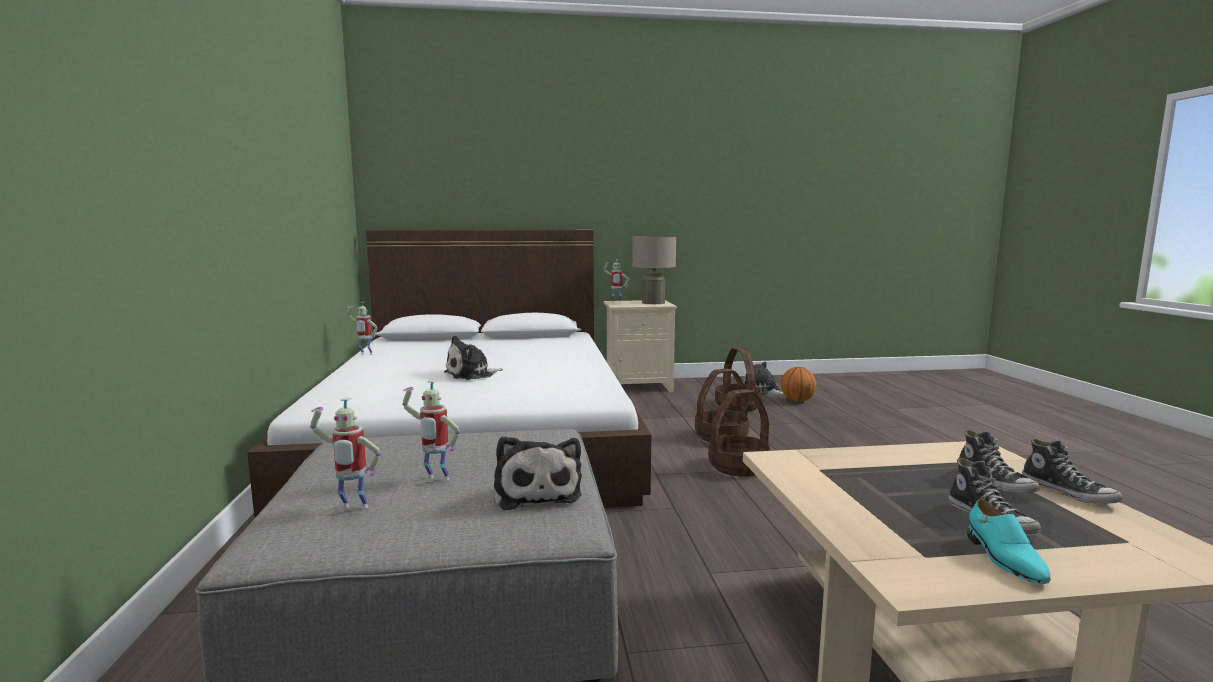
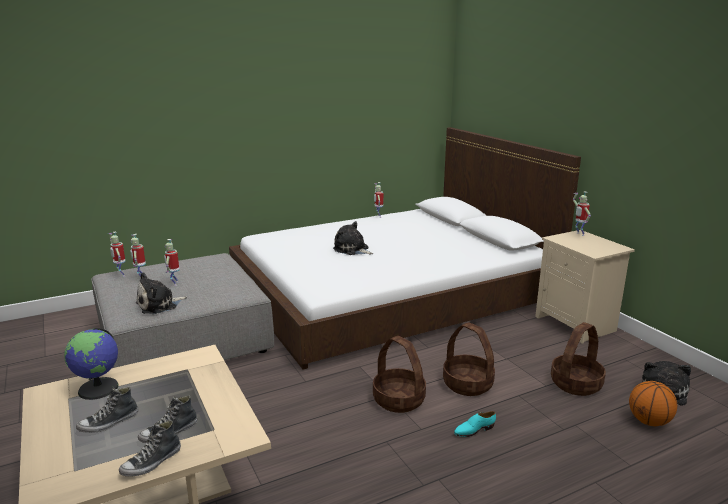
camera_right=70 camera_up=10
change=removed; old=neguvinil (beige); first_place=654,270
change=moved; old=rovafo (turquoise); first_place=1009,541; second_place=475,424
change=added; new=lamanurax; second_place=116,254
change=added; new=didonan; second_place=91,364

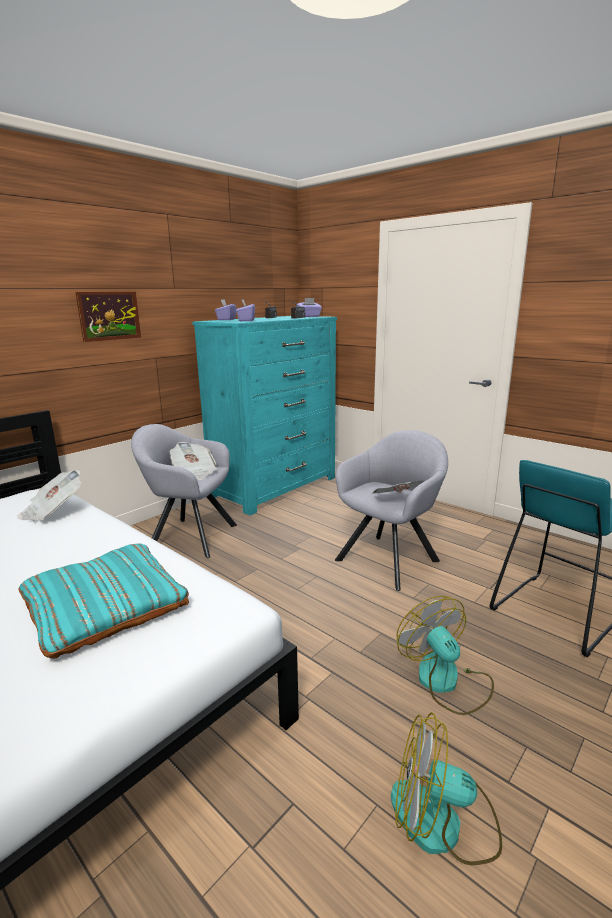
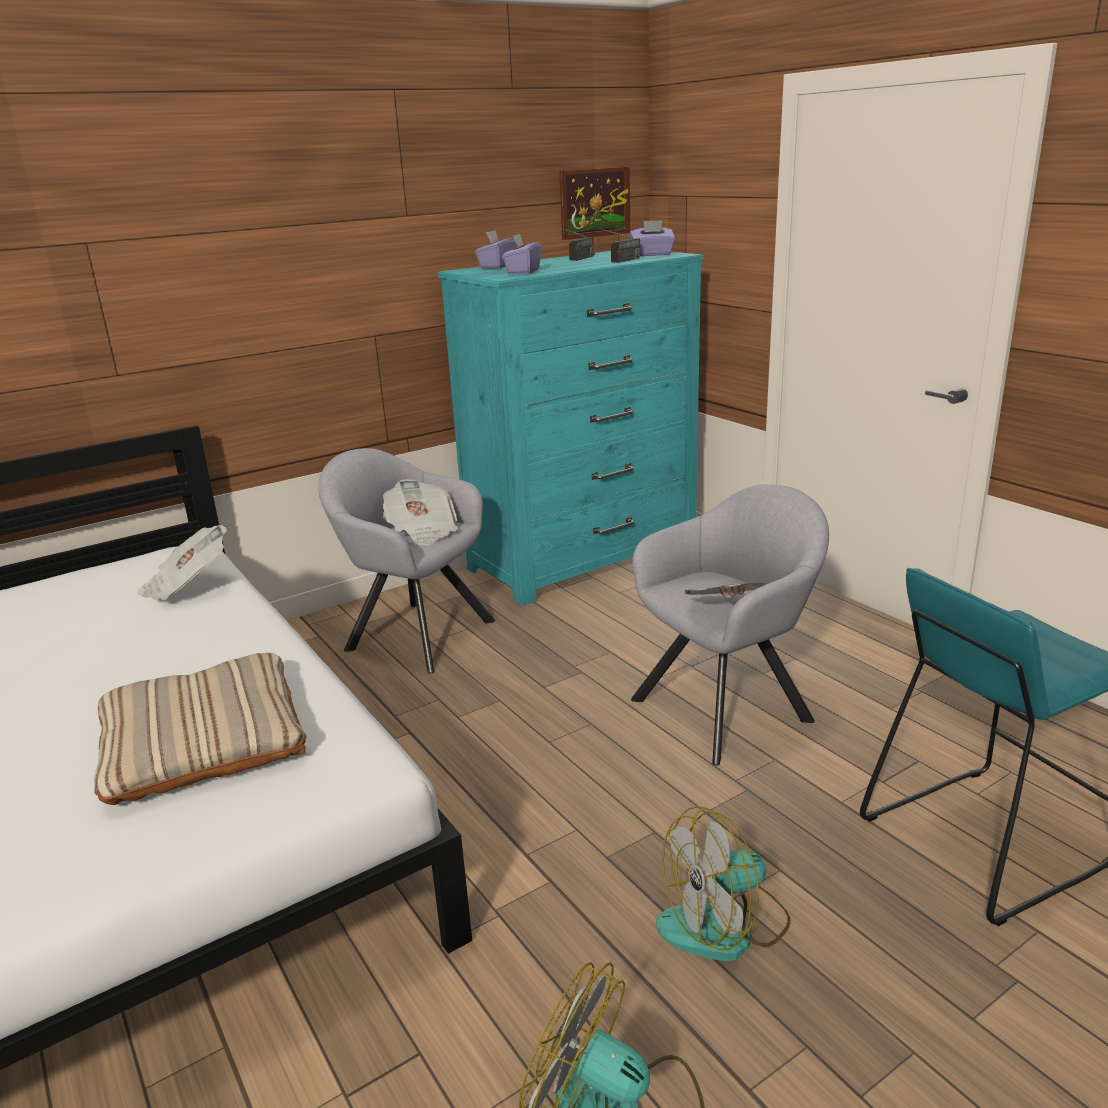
camera_right=15 camera_up=5
change=moved; old=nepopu; first_place=108,317; second_place=594,203
change=recoloured; old=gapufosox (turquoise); new=gapufosox (beige); first_place=104,601; second_place=200,729
change=turned; old=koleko; first_place=445,655; second_place=723,883; degrees=-105

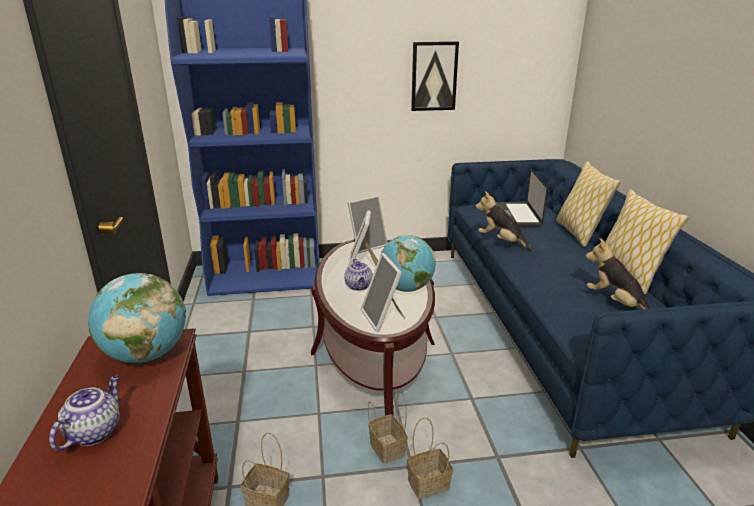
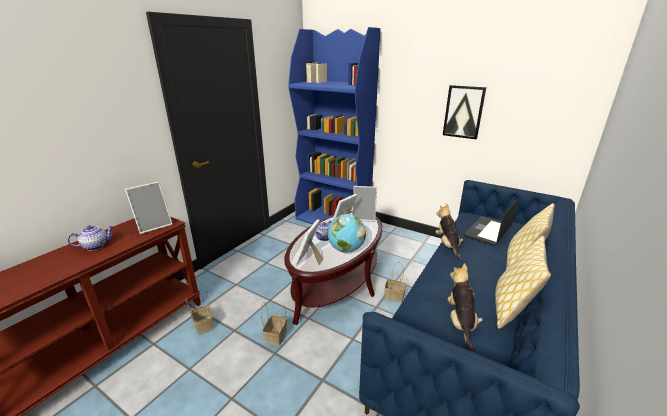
camera_right=40 camera_up=0
change=replaced; old=didonan; new=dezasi; first_place=137,318; second_place=149,208
change=moved; old=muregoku; first_place=430,458; second_place=395,282

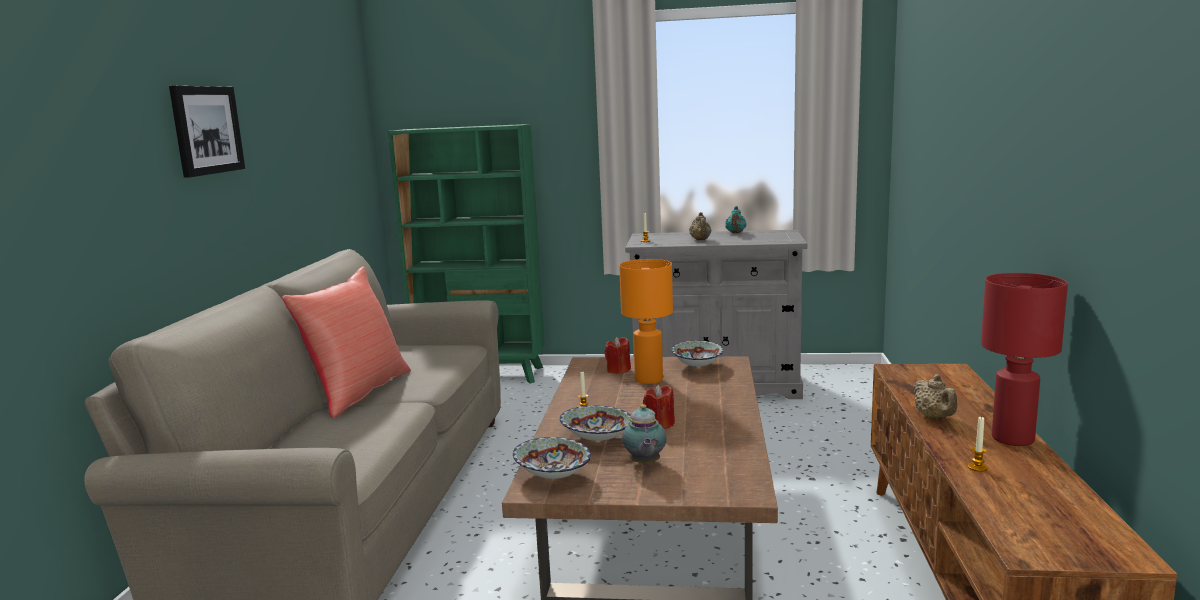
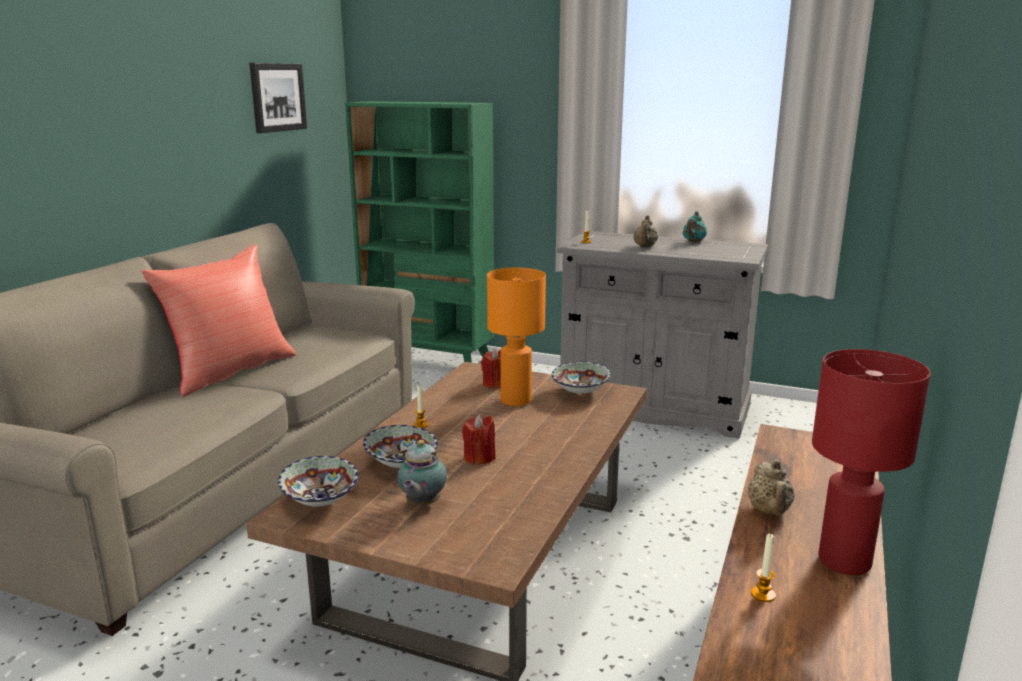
camera_right=15 camera_up=5
change=moved; old=nepopu; first_place=207,132; second_place=278,98

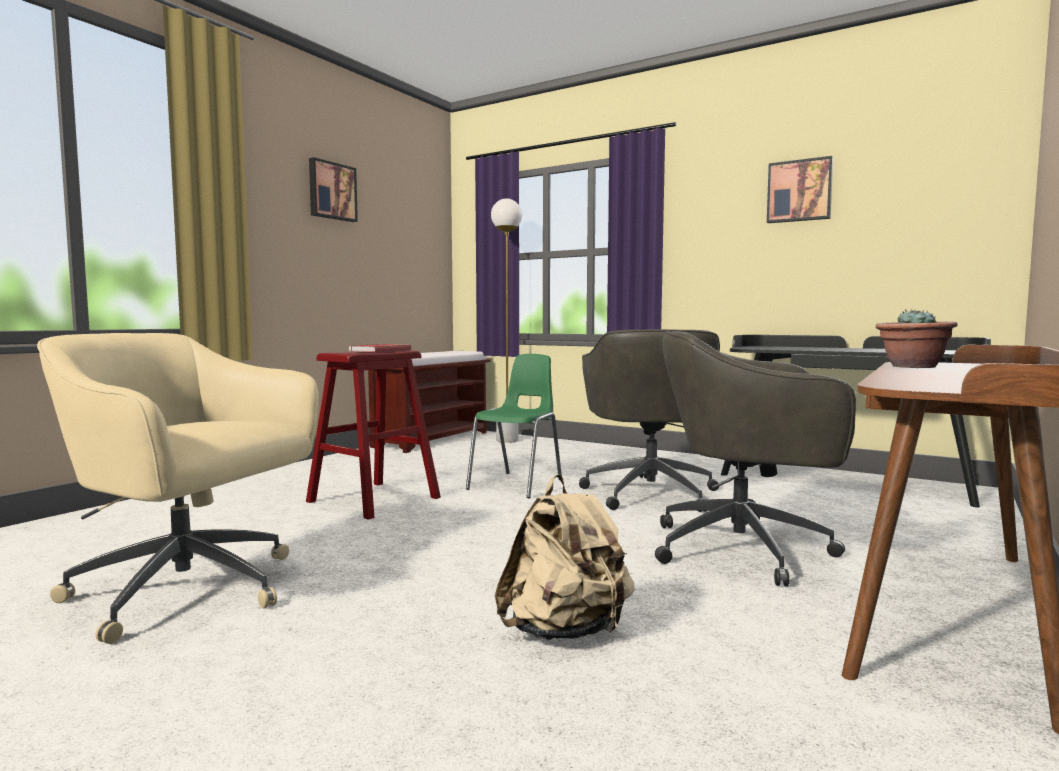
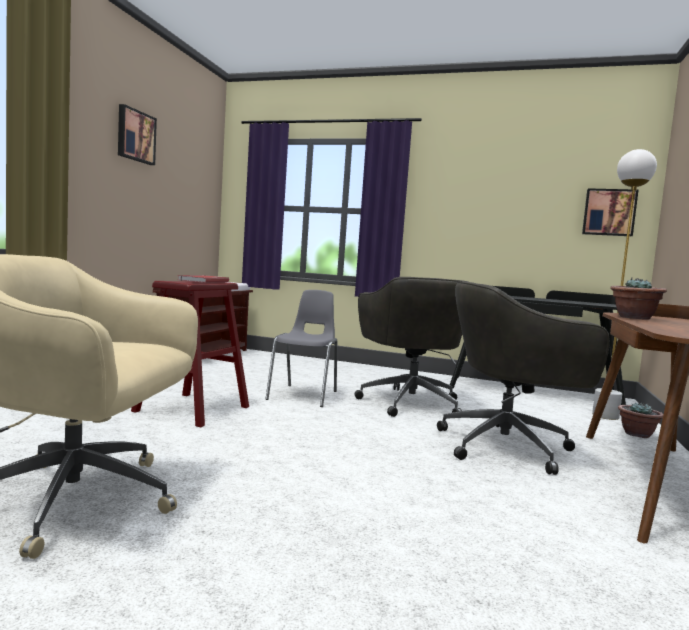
camera_right=-15 camera_up=0
change=moved; old=nepopu; first_place=800,189; second_place=610,212
change=moved; old=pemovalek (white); first_place=506,320; second_place=624,284
change=recoloured; old=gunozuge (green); new=gunozuge (grey); first_place=514,426; second_place=301,348
change=removed; old=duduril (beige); first_place=565,557
change=added; new=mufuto; second_place=640,420

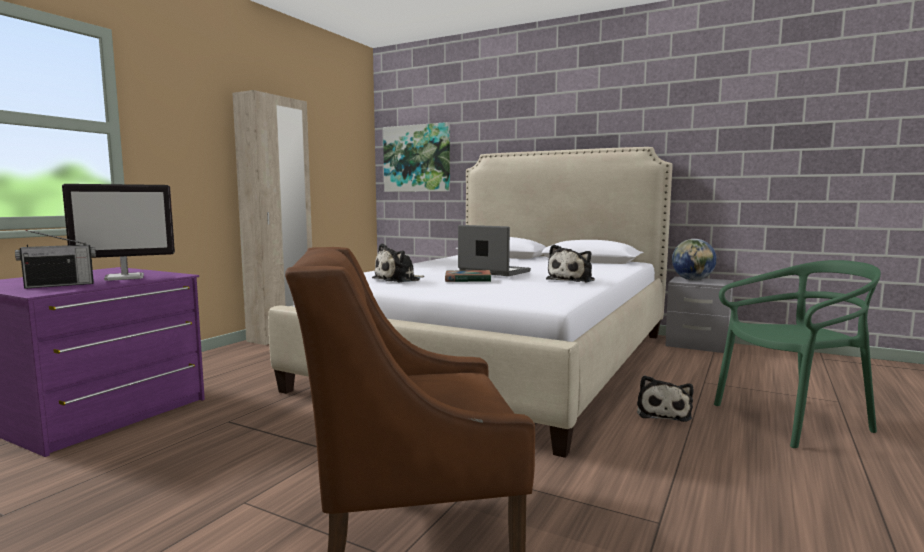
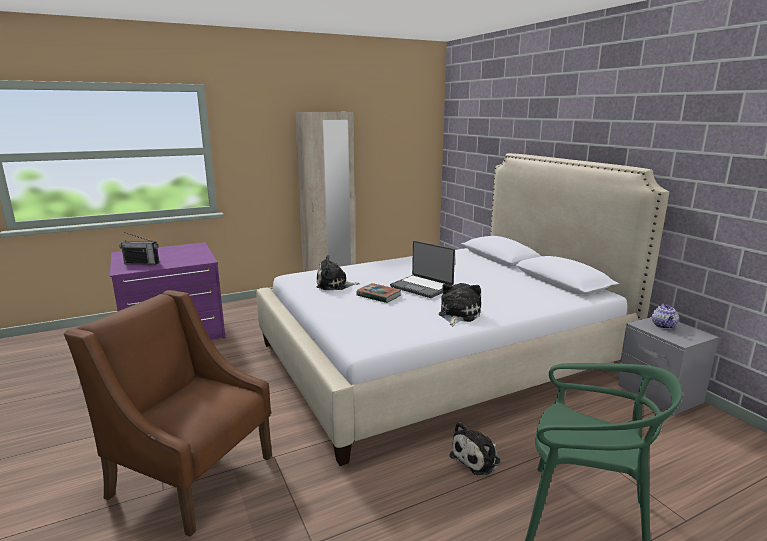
camera_right=35 camera_up=10
change=removed; old=nepopu; first_place=416,157
change=removed; old=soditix; first_place=118,232
change=turned; old=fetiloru; first_place=494,250; second_place=422,269; degrees=150
change=replaced; old=didonan; new=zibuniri; first_place=694,259; second_place=665,316
change=turned; old=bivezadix; first_place=570,263; second_place=460,304; degrees=135

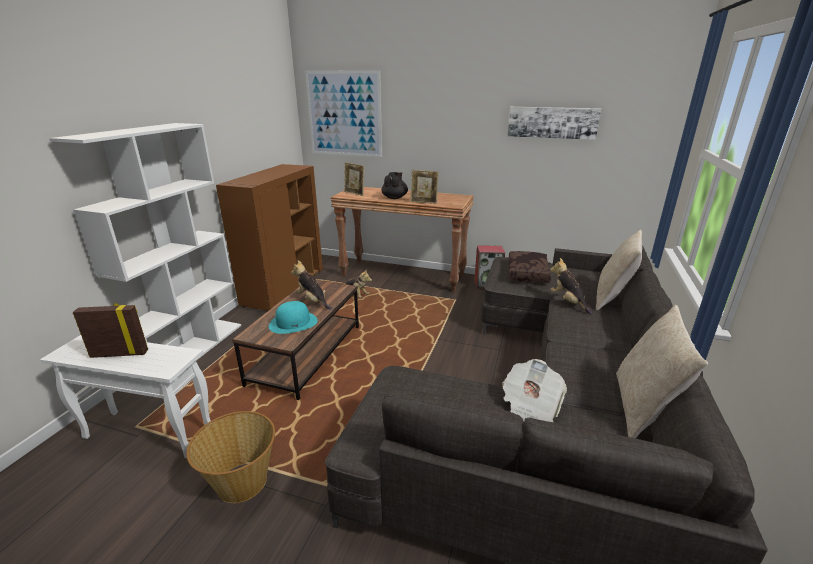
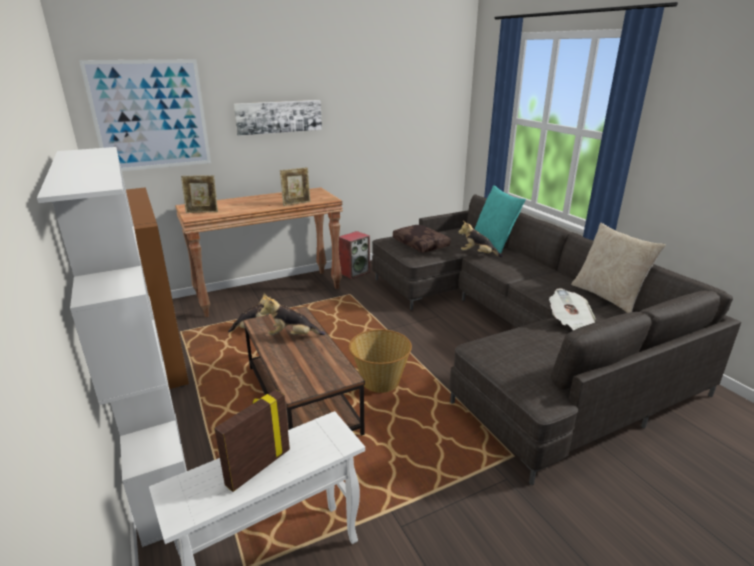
camera_right=-45 camera_up=0
change=moved; old=nepopu; first_place=554,123; second_place=278,118
change=removed; old=zibuniri (black); first_place=395,185
change=recoloured; old=gapufosox (beige); new=gapufosox (turquoise); first_place=619,270; second_place=500,219
change=removed; old=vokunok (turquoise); first_place=293,317
change=moved; old=muregoku; first_place=230,457; second_place=380,361

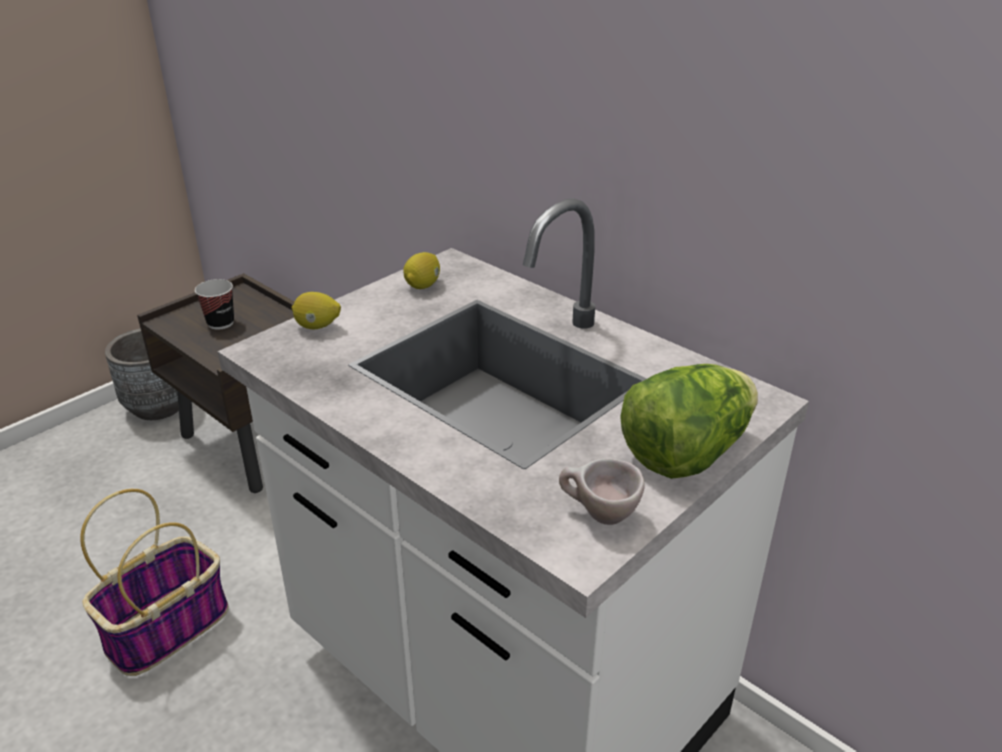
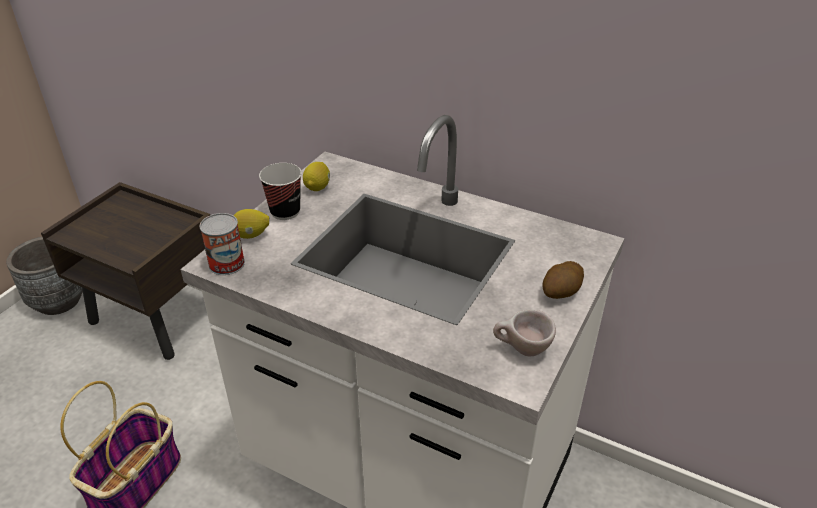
camera_right=-15 camera_up=5
change=moved; old=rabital; first_place=214,304; second_place=280,191
change=replaced; old=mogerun; new=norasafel; first_place=689,421; second_place=563,280
change=added; new=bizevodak; second_place=222,244

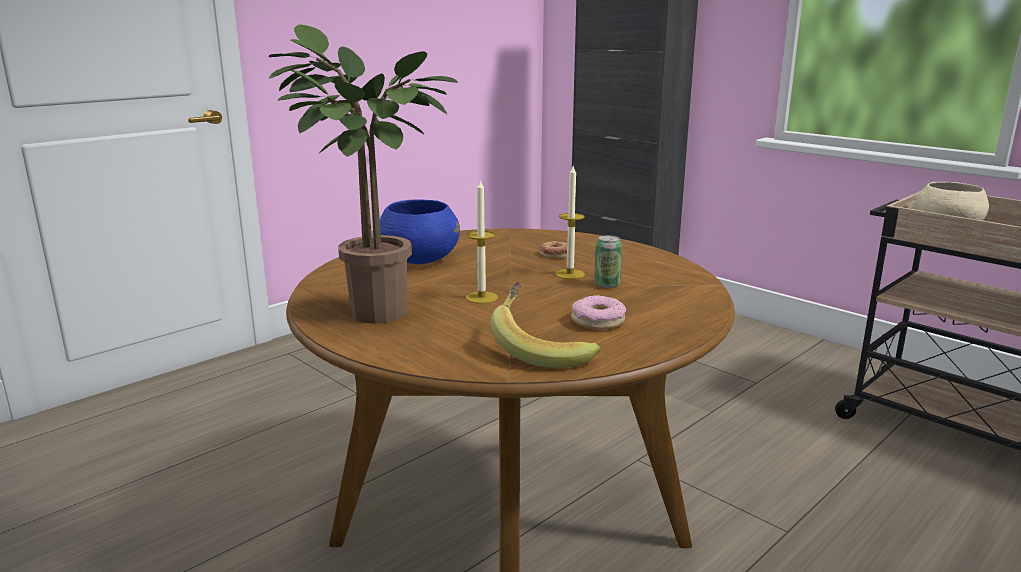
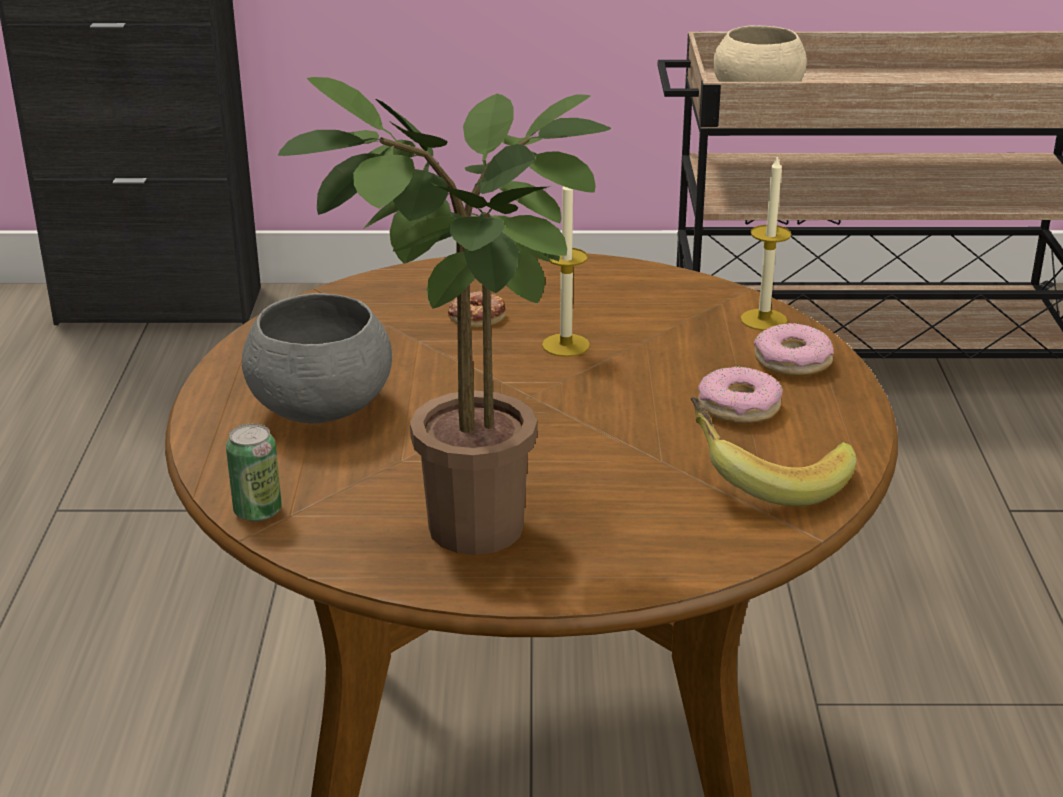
camera_right=-45 camera_up=10
change=moved; old=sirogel; first_place=482,241; second_place=766,243
change=recoloured; old=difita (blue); new=difita (grey); first_place=420,232; second_place=317,358
change=moved; old=bizevodak; first_place=608,261; second_place=254,473
change=added; new=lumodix; second_place=794,350

